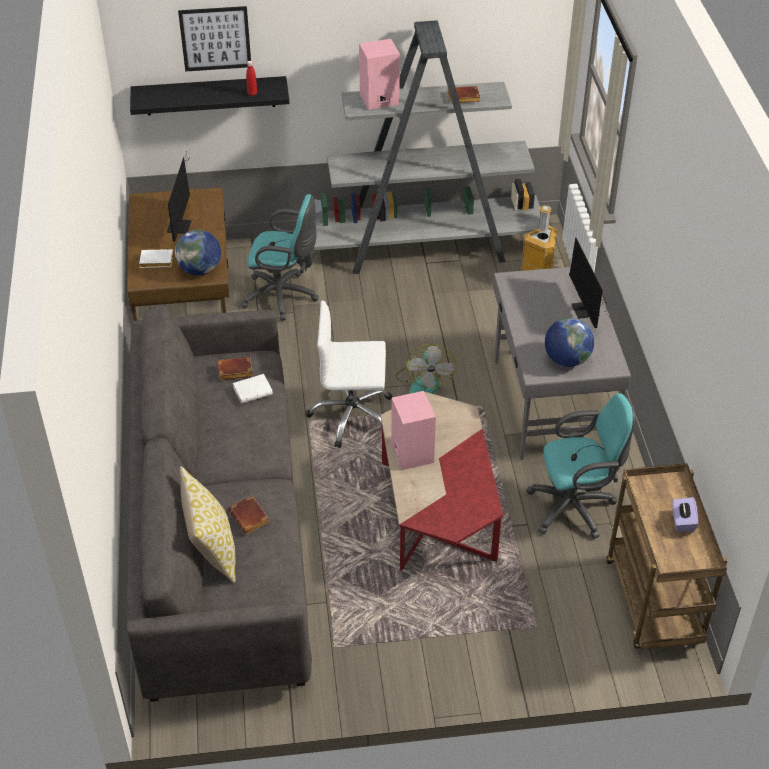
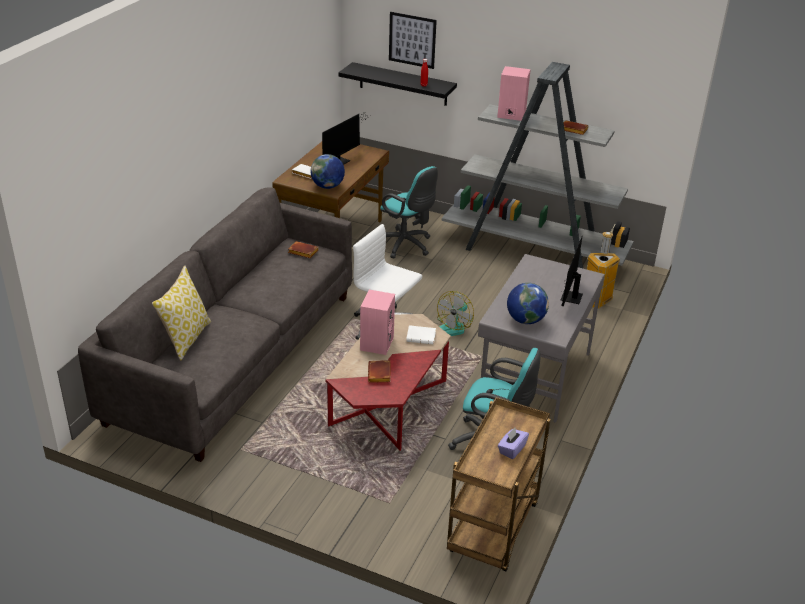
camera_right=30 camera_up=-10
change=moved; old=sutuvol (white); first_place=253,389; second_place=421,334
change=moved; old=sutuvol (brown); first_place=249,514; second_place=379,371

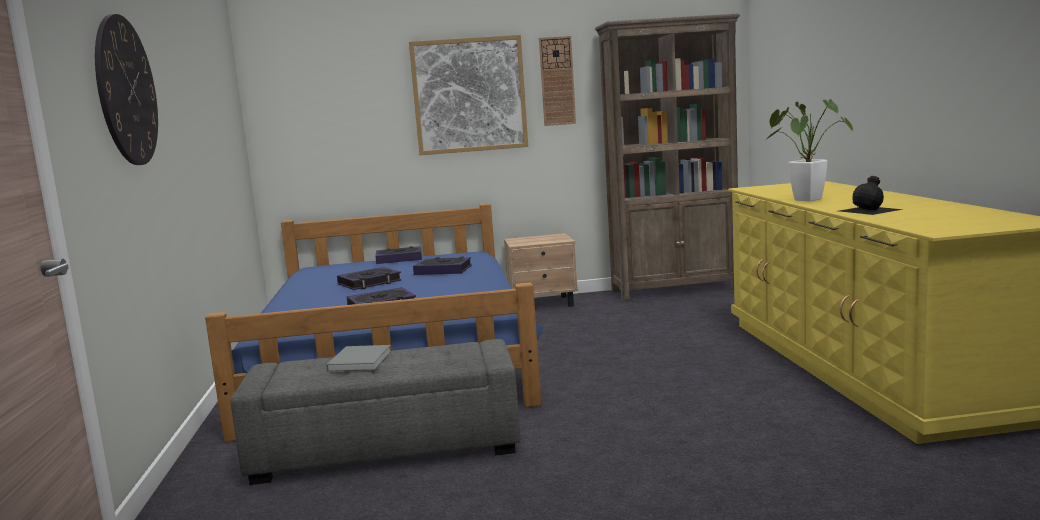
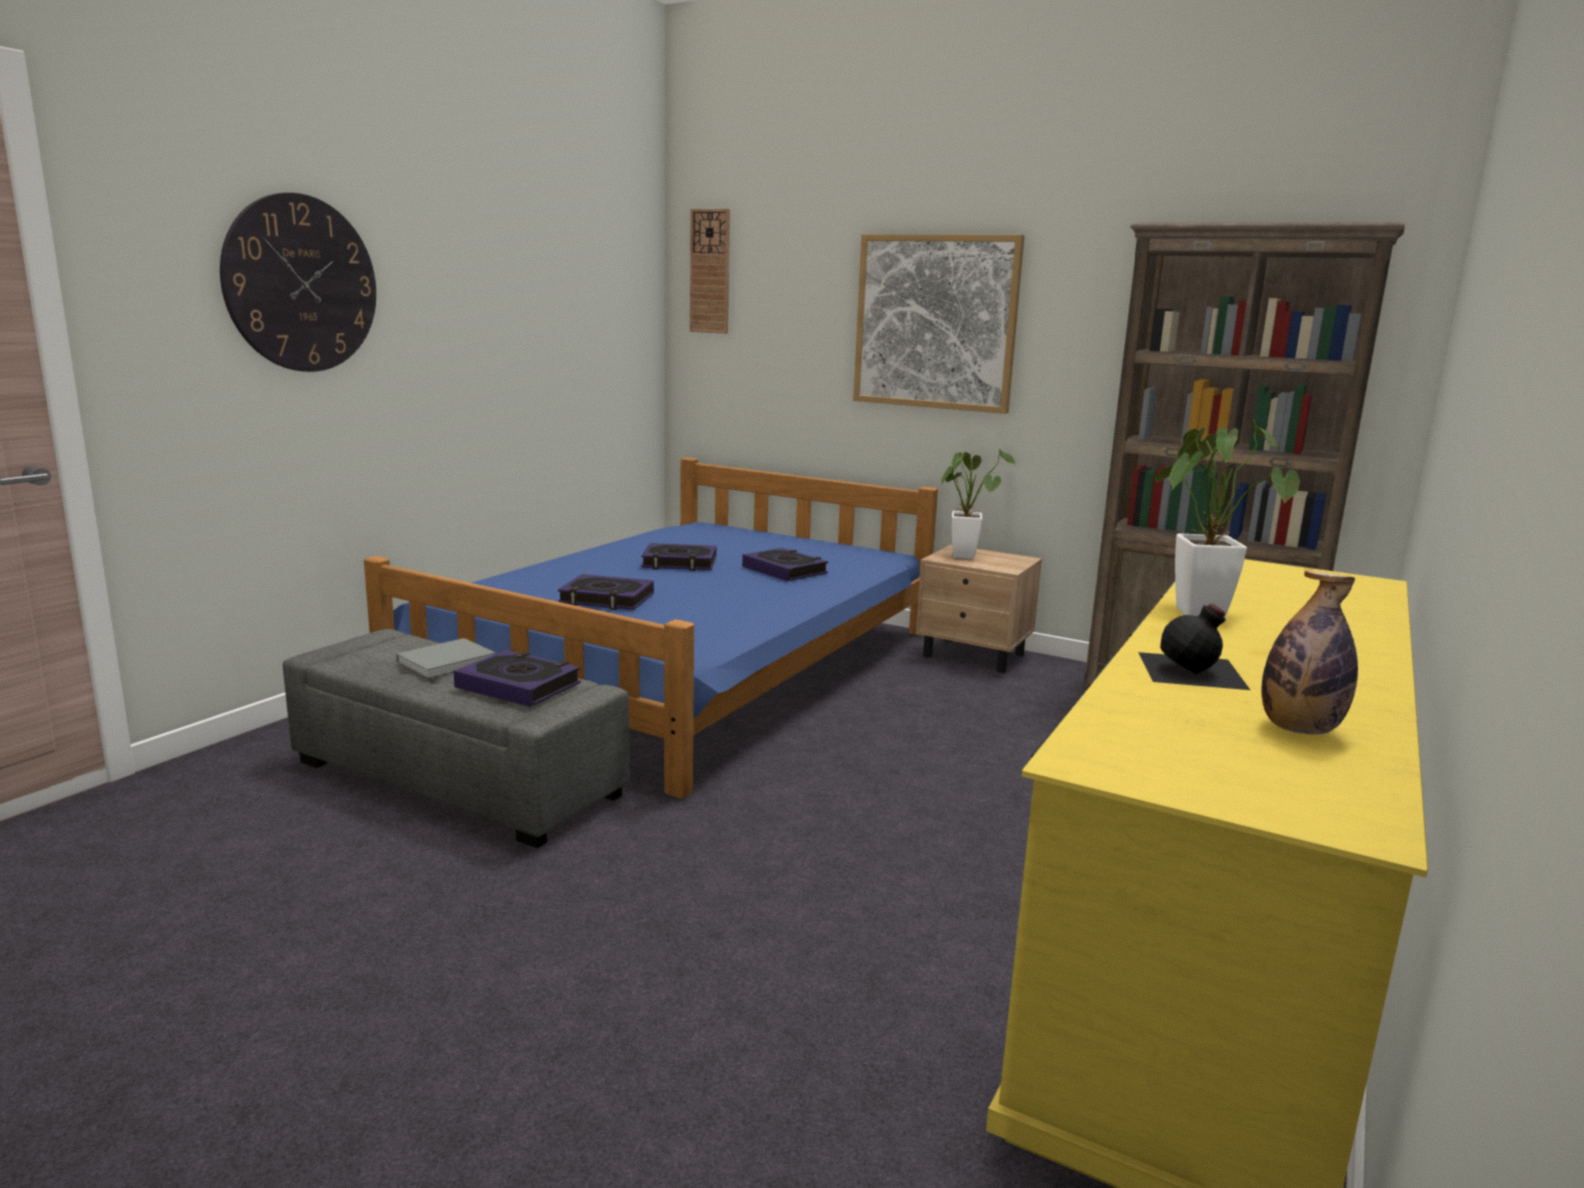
camera_right=35 camera_up=5
change=moved; old=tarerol; first_place=557,81; second_place=710,271
change=moved; old=sutuvol; first_place=399,255; second_place=517,678
change=added; new=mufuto; second_place=978,503
change=added; new=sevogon; second_place=1309,652

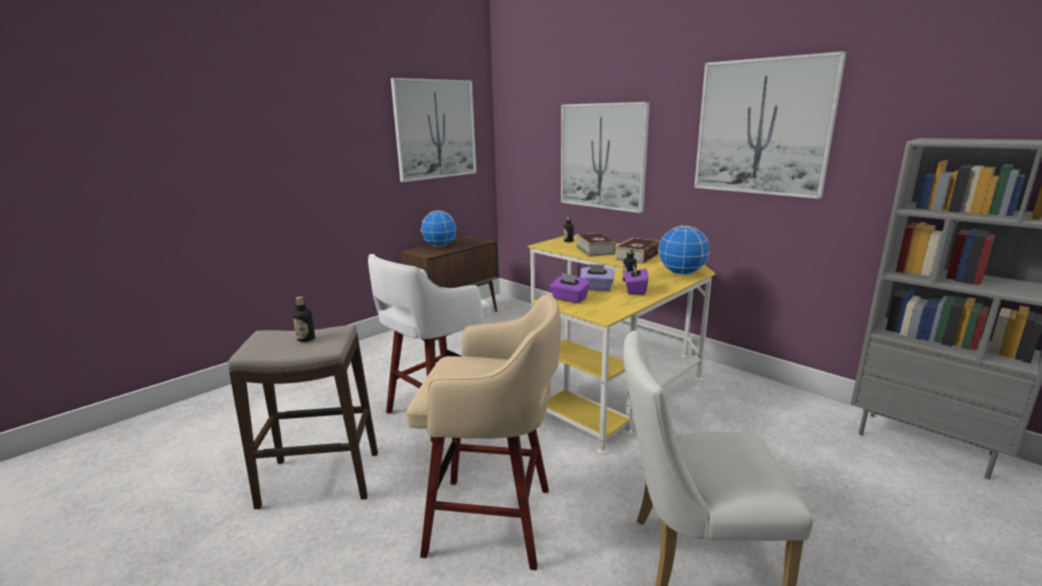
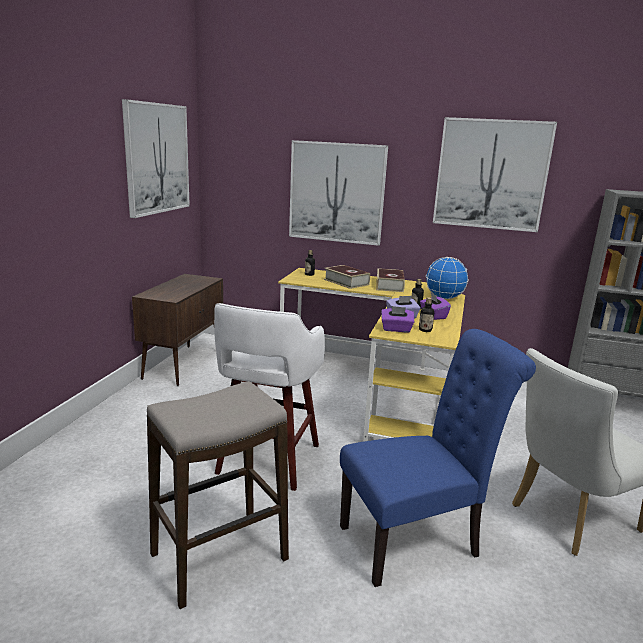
camera_right=-30 camera_up=0
change=removed; old=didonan; first_place=439,229
change=replaced; old=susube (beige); new=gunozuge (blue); first_place=483,432; second_place=438,458
change=moved; old=sevogon; first_place=304,319; second_place=426,314

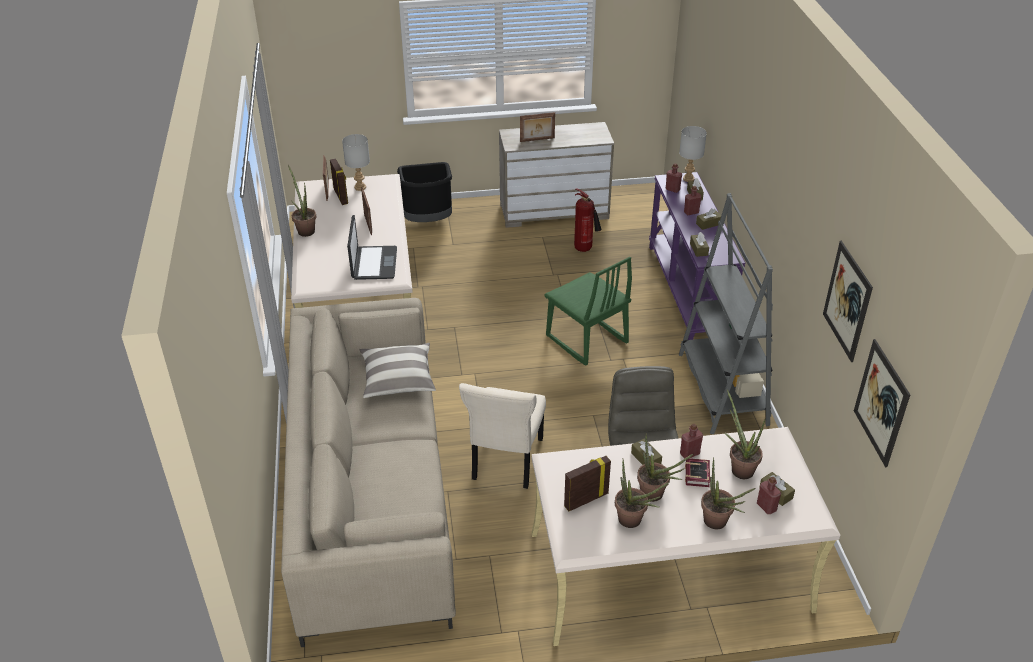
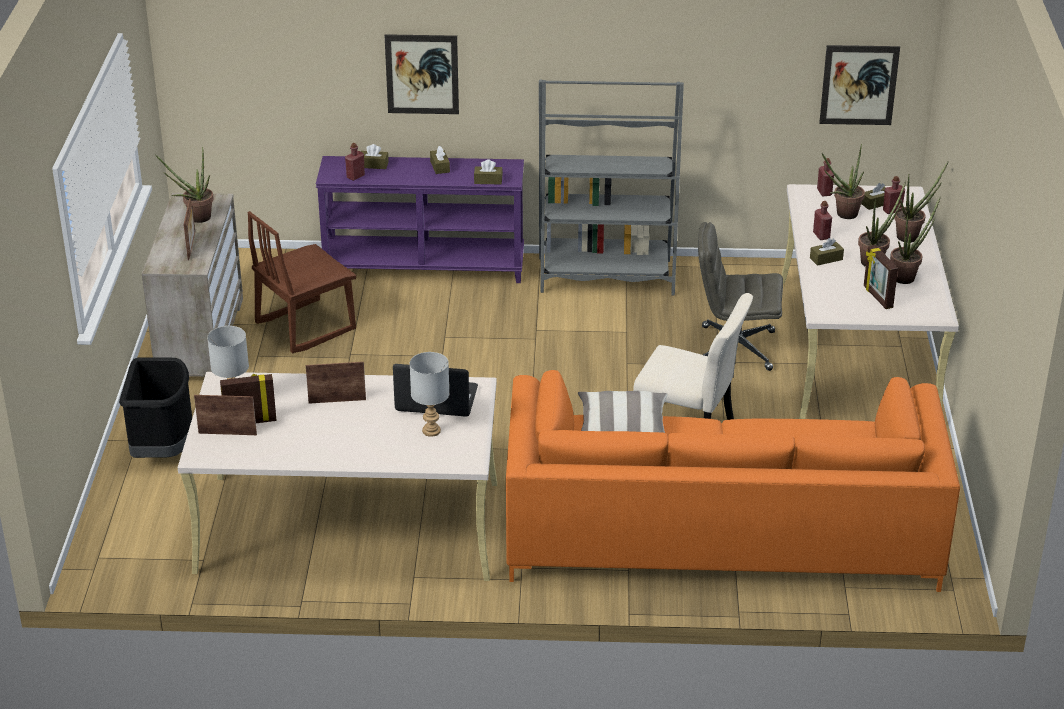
camera_right=-80 camera_up=-5
change=moved; old=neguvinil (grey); first_place=693,154; second_place=429,394
change=moved; old=mufuto; first_place=302,201; second_place=184,185
change=moved; old=sevogon (red); first_place=693,200; second_place=825,177
change=replaced; old=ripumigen; new=gunozuge (brown); first_place=588,220; second_place=301,282
change=moved; old=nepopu; first_place=848,301; second_place=422,74
change=removed; old=gunozuge (green); first_place=588,311
change=recoloured; old=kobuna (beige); new=kobuna (orange); first_place=368,472; second_place=733,481
change=removed; old=sutuvol; first_place=697,472

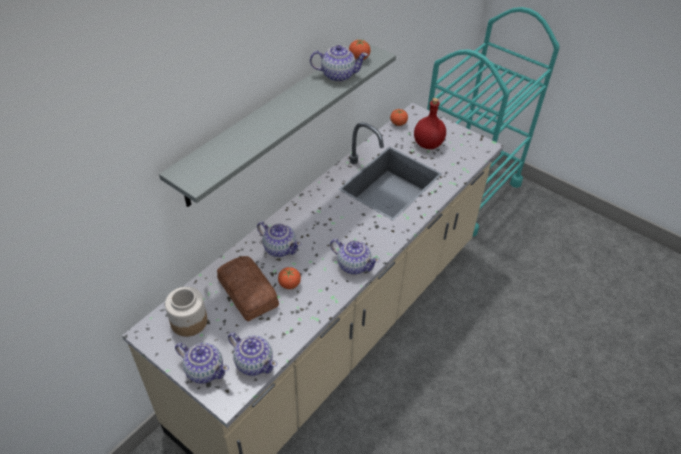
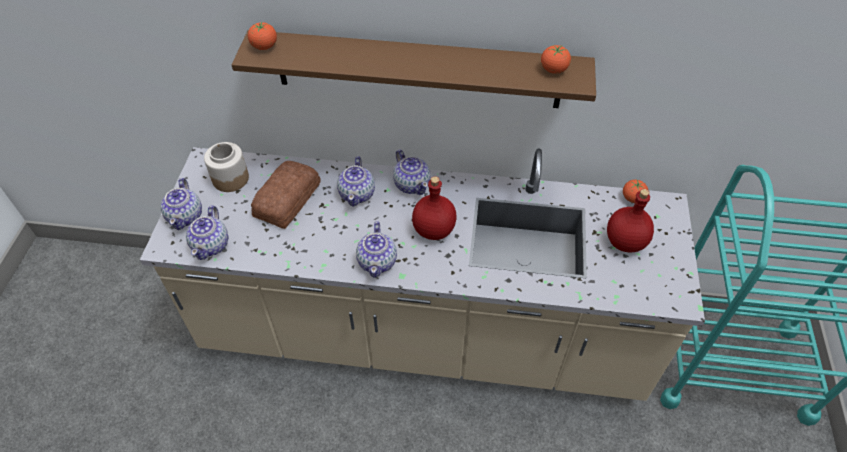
camera_right=60 camera_up=5
change=recoloured; old=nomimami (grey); new=nomimami (brown); first_place=277,125; second_place=414,69
change=moved; old=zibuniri; first_place=339,63; second_place=411,172
change=moved; old=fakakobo; first_place=289,278; second_place=262,36
change=added; new=sevogon (red); second_place=434,208

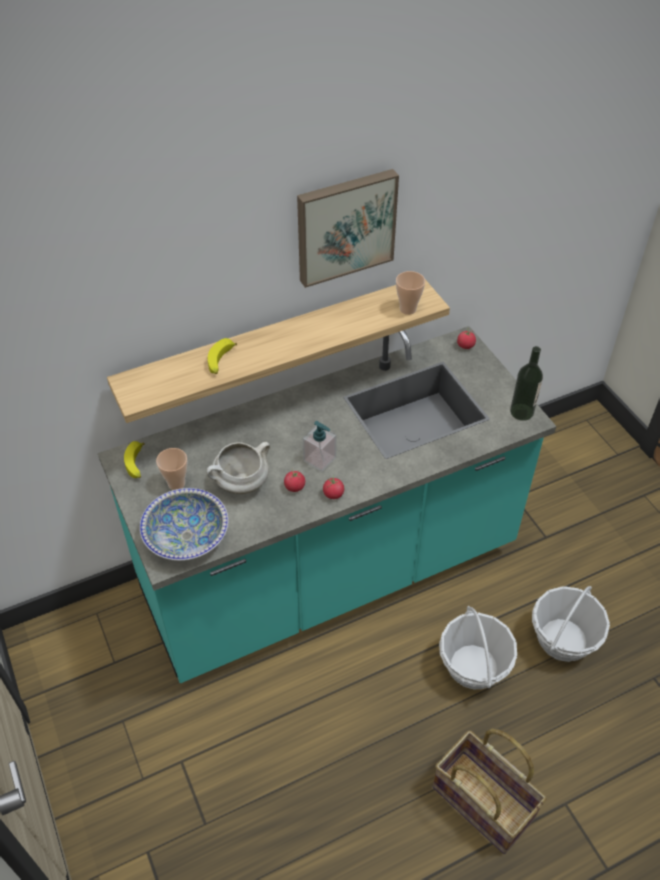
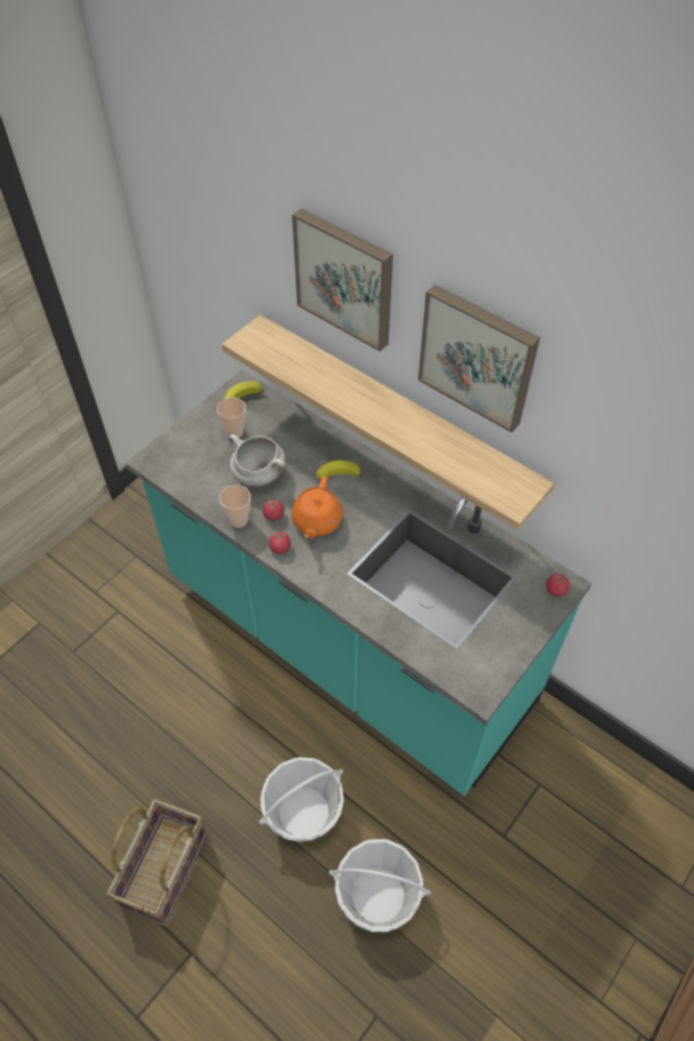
camera_right=65 camera_up=5
change=moved; old=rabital; first_place=410,293; second_place=235,506
change=moved; old=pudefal; first_place=222,356; second_place=338,469
change=removed; old=sevogon; first_place=526,383
change=replaced; old=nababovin; new=zibuniri (orange); first_place=320,446; second_place=317,507
change=removed; old=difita; first_place=184,524
change=added; new=nepopu; second_place=342,279

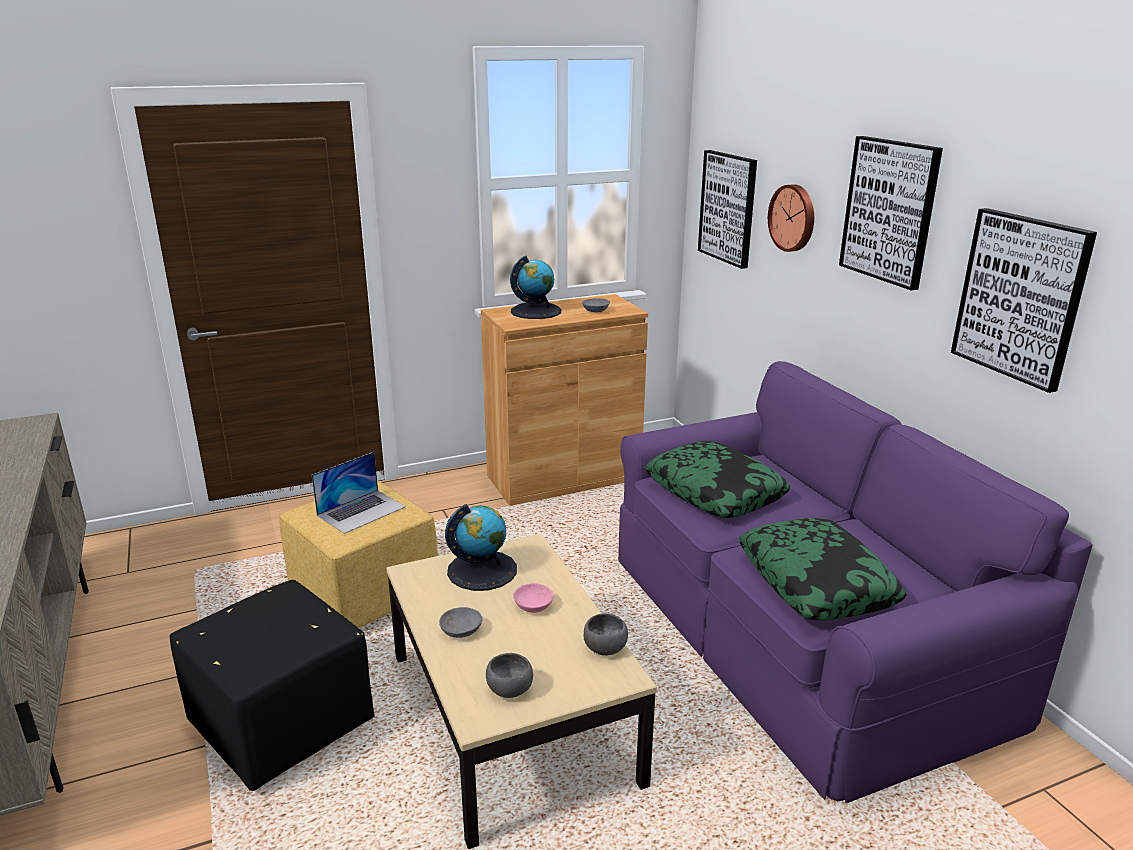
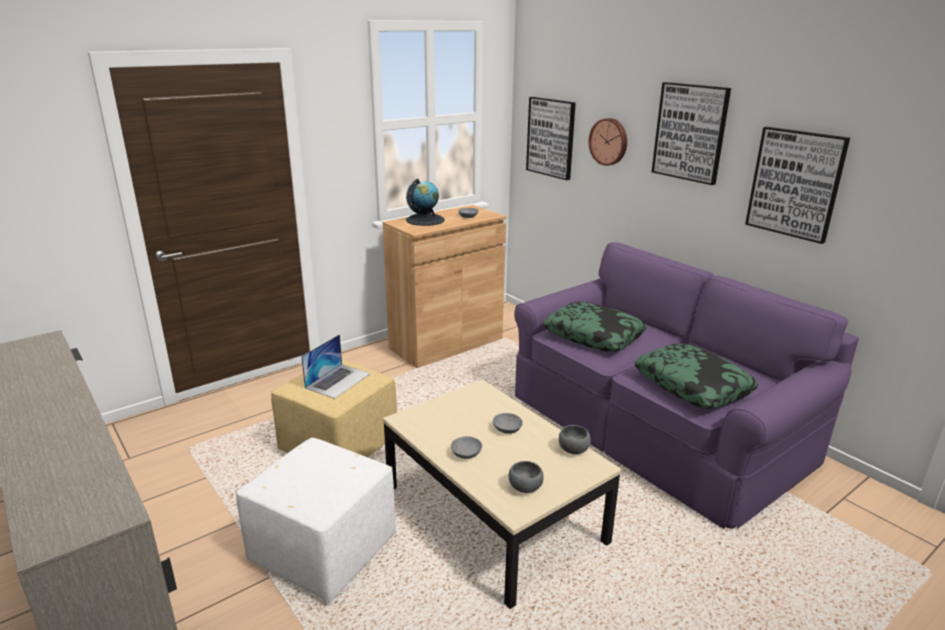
camera_right=-15 camera_up=0
change=removed; old=didonan; first_place=481,547
change=recoloured; old=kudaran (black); new=kudaran (white); first_place=272,685; second_place=316,520
change=recoloured; old=difita (pink); new=difita (grey); first_place=533,598; second_place=508,423

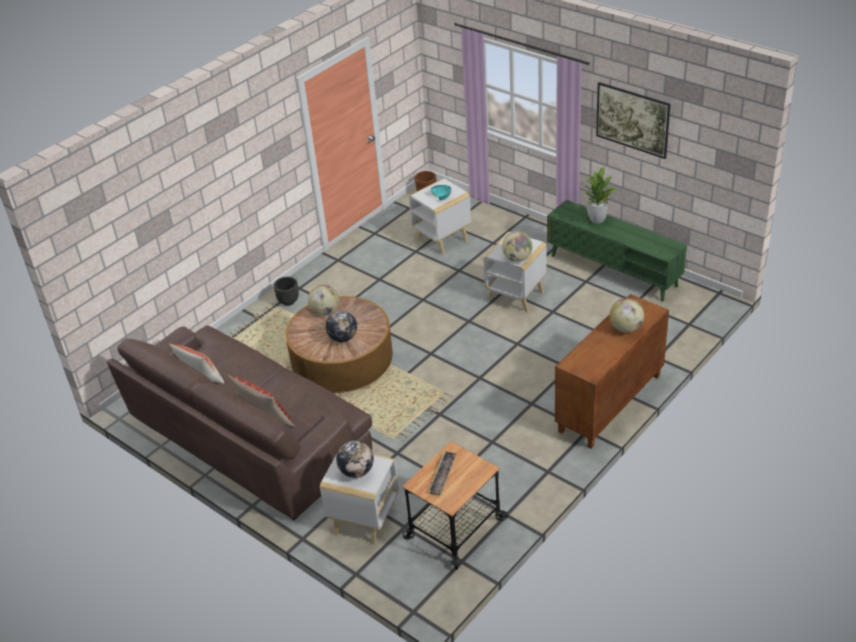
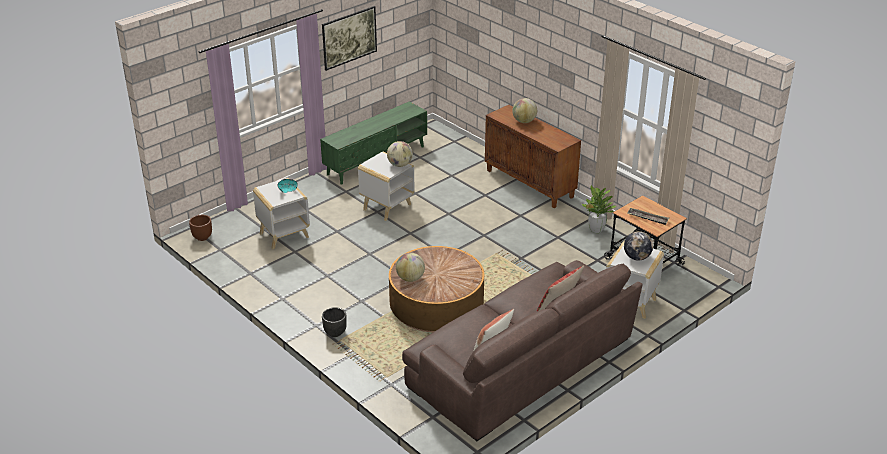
camera_right=-85 camera_up=-5
change=moved; old=mufuto; first_place=600,195; second_place=599,209
change=removed; old=didonan; first_place=341,326

